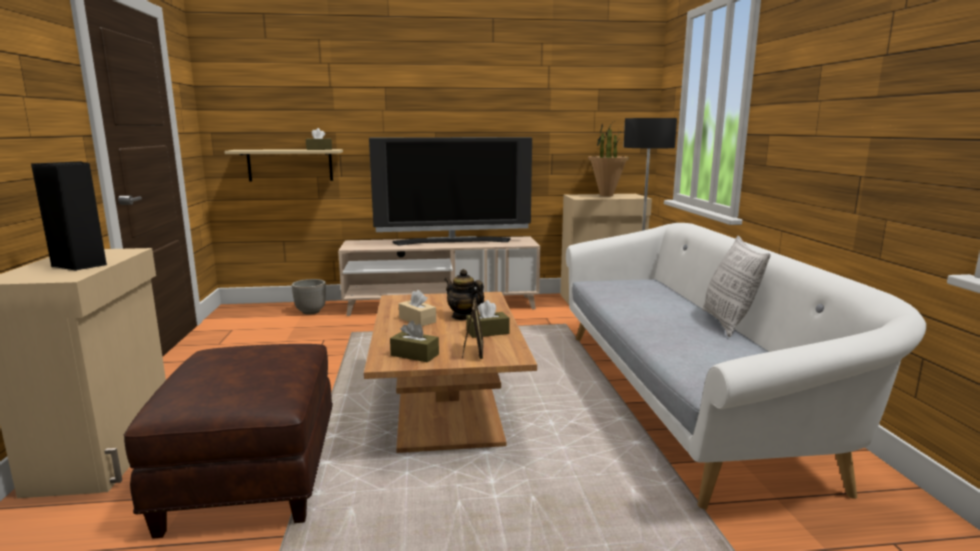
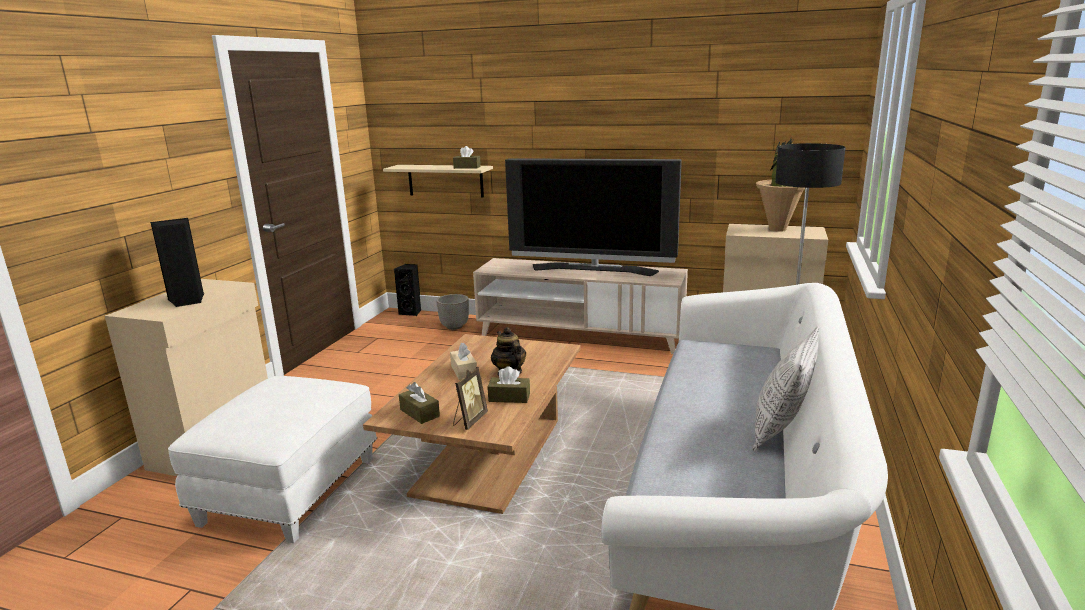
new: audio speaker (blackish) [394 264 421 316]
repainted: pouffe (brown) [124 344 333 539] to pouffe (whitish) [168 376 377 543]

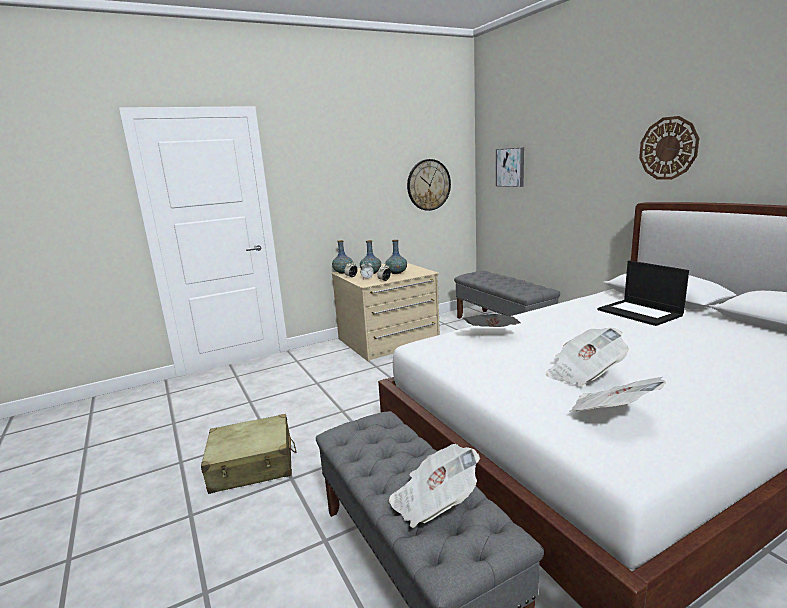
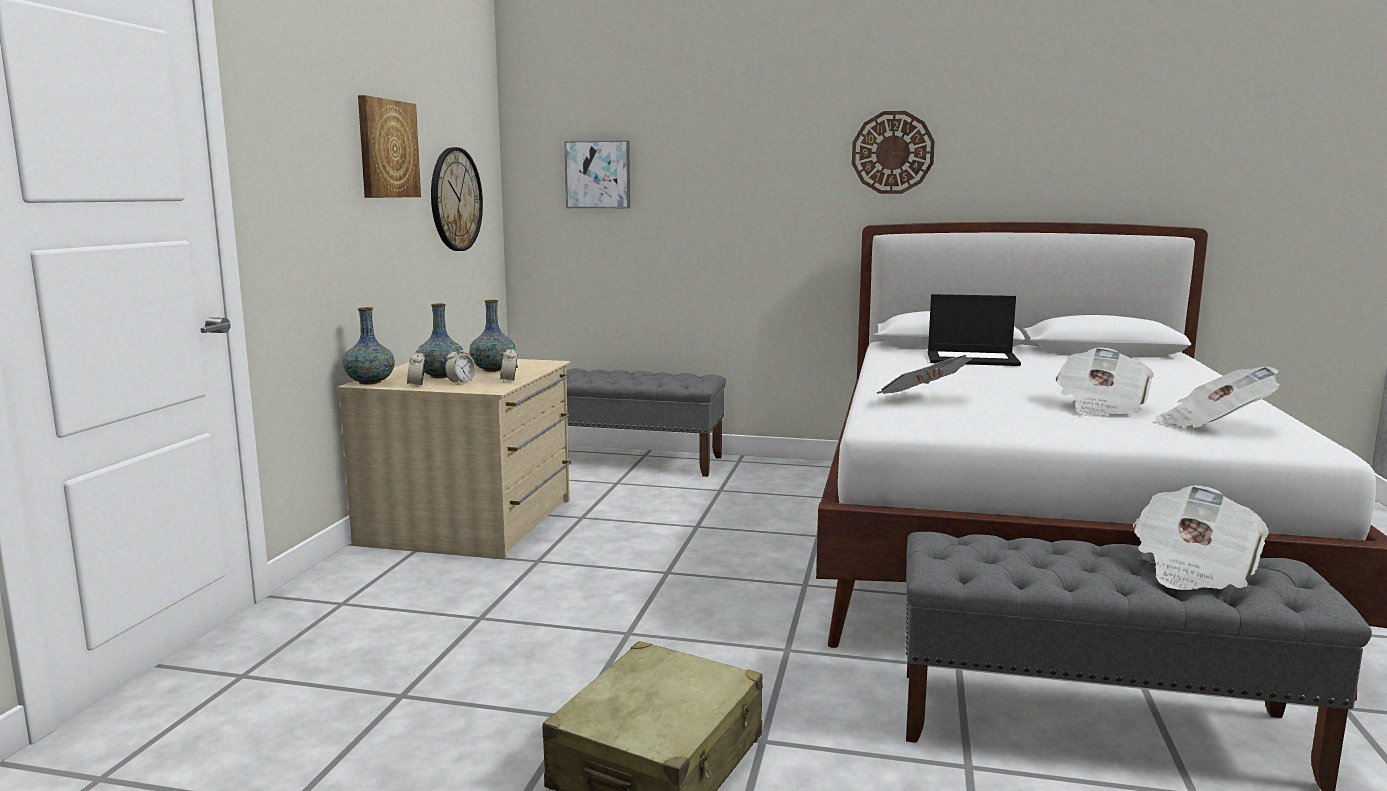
new: wall picture [358 95 421 198]

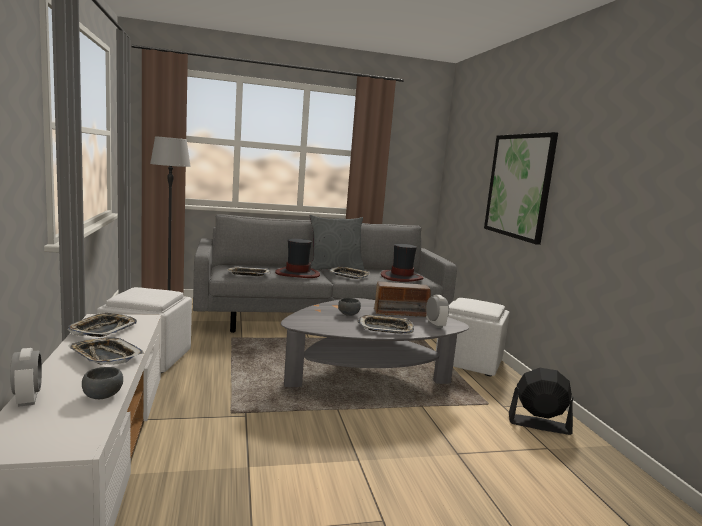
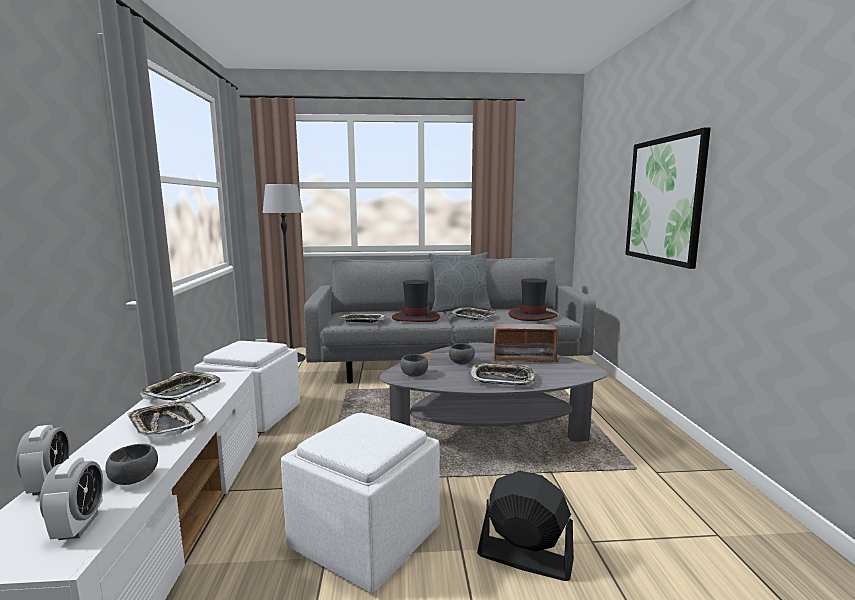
new: bowl (grey) [400 354 428 377]
shifted: alarm clock [426 295 449 328] to [40 457 103 540]; pouffe (whitish) [435 298 510 376] to [281 413 440 593]; electric fan (blackish) [509 368 573 435] to [477 471 574 581]

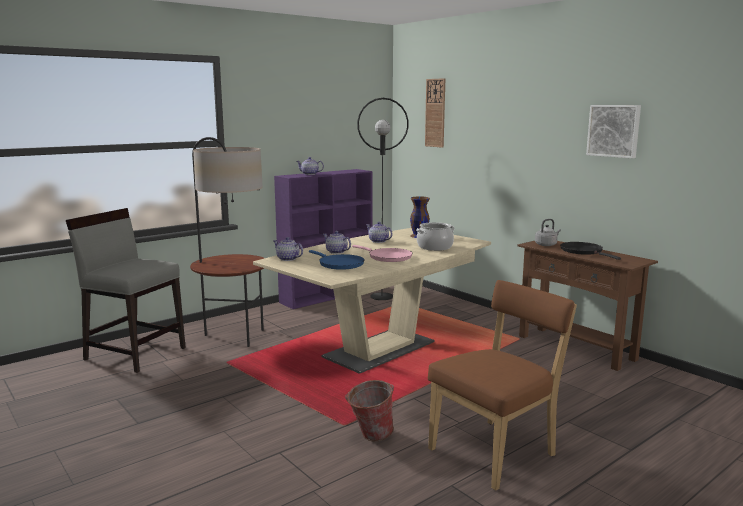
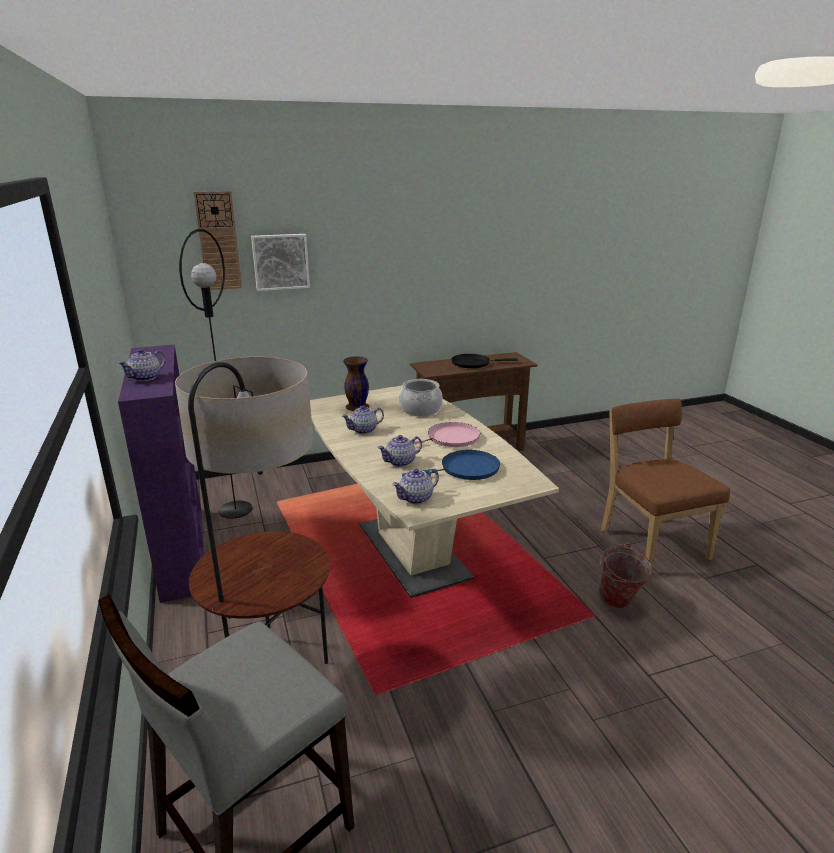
gone: kettle (grey) [535 219 561 246]
shifted: wall picture [586 105 641 158] to [251 234 310 291]

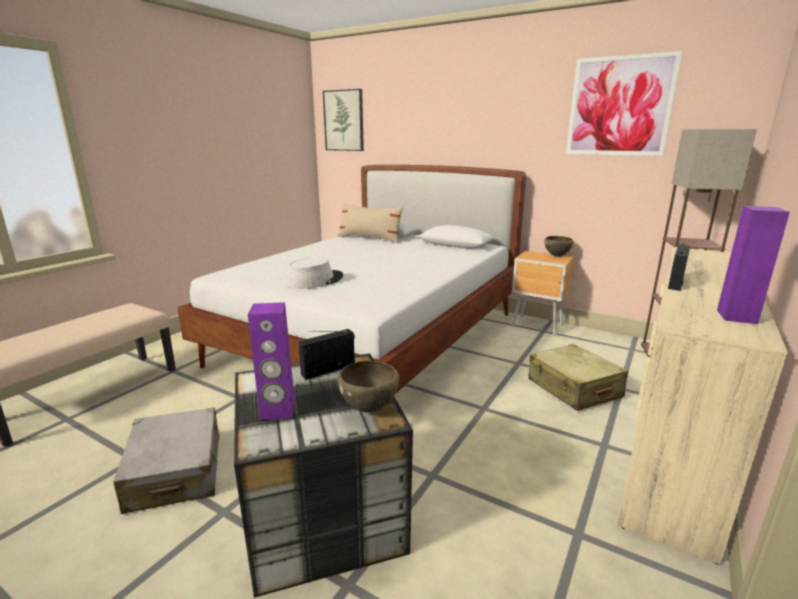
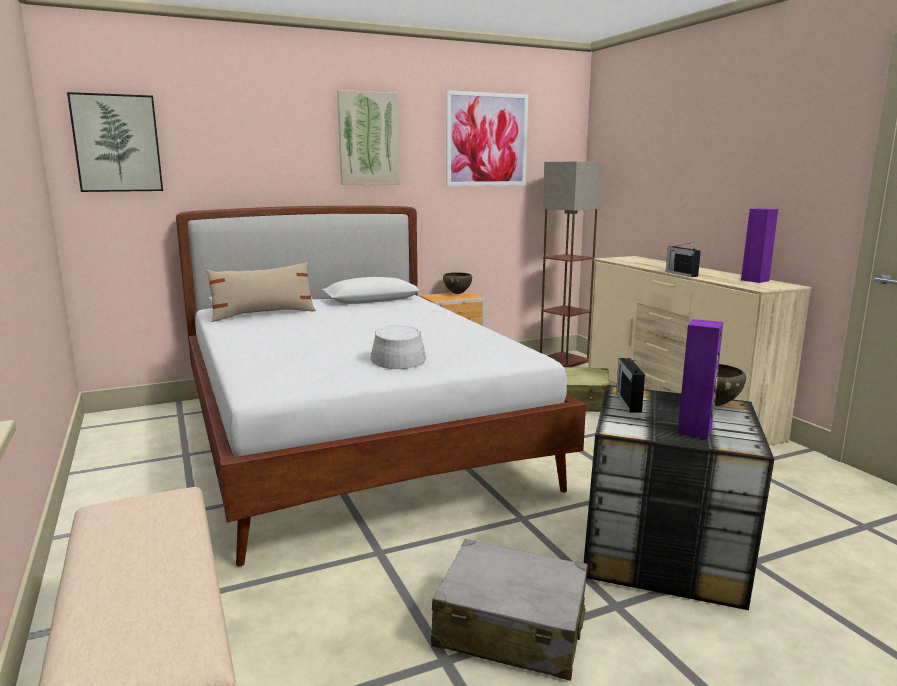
new: wall picture [337 90 400 185]

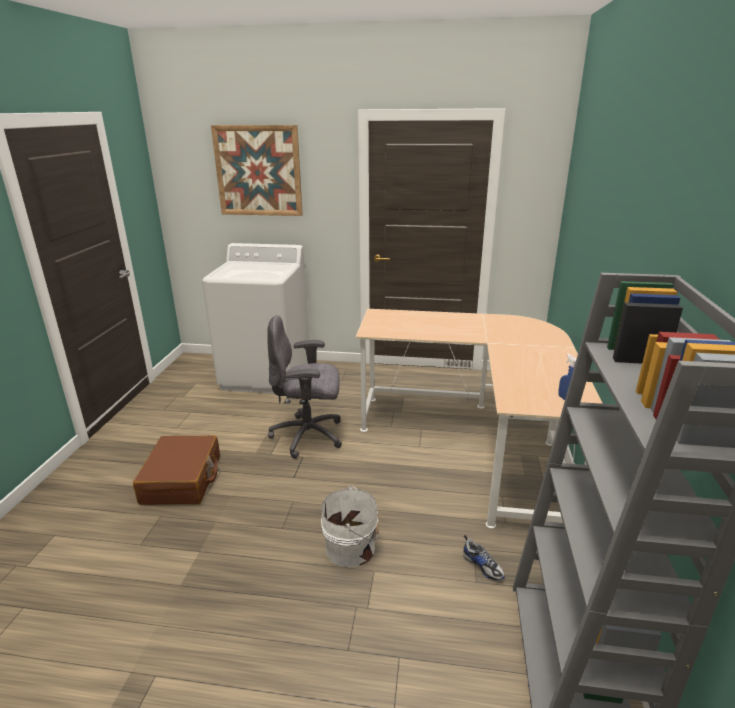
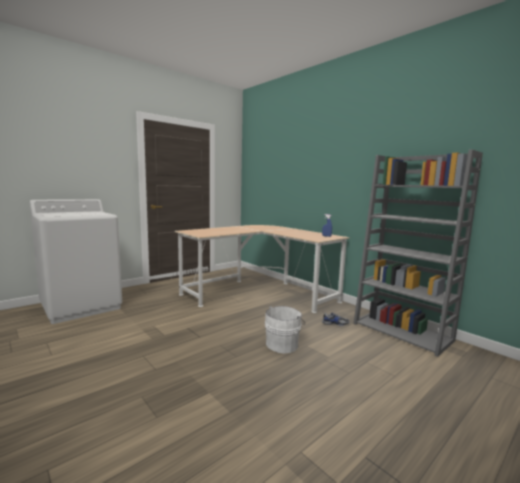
gone: suitcase (brown) [133 435 220 505]; wall picture [211 125 303 216]; desk chair (grey) [267 315 342 459]

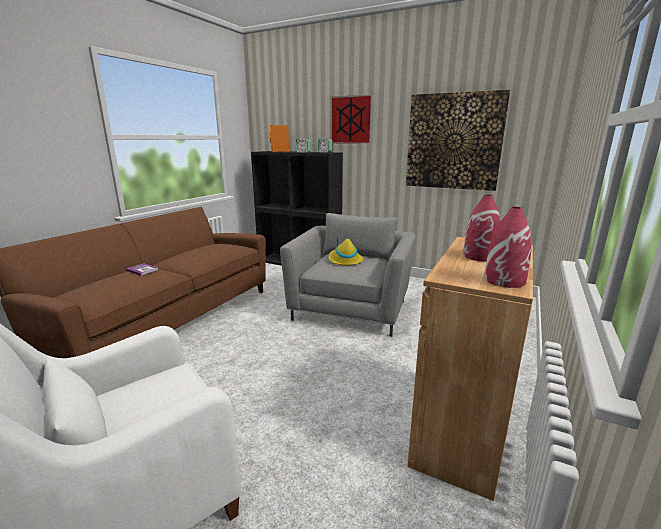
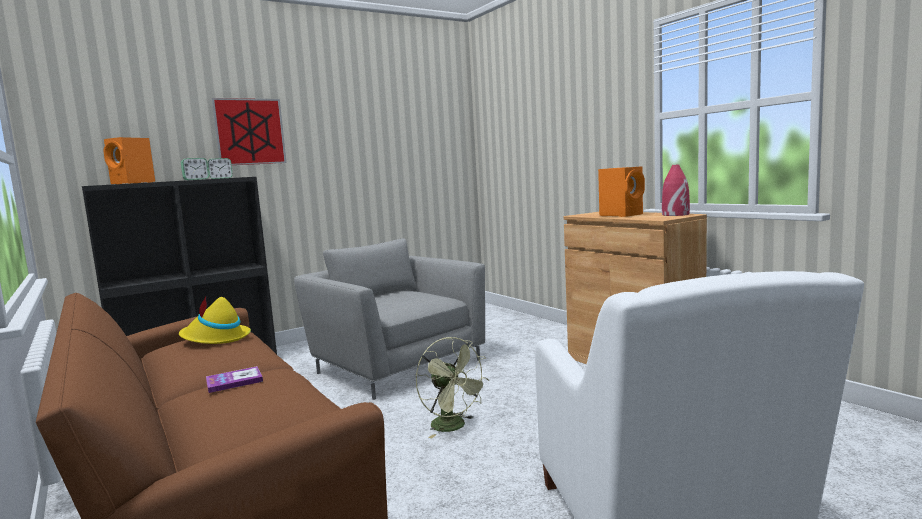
gone: wall picture [406 90 510 191]
new: electric fan (green-coloured) [416 337 489 438]
shifted: wearable hat (yellowish) [329 237 363 266] to [179 297 251 344]
swapped: vase (reddish) [463 195 501 262] to audio speaker (orangey) [598 166 645 217]

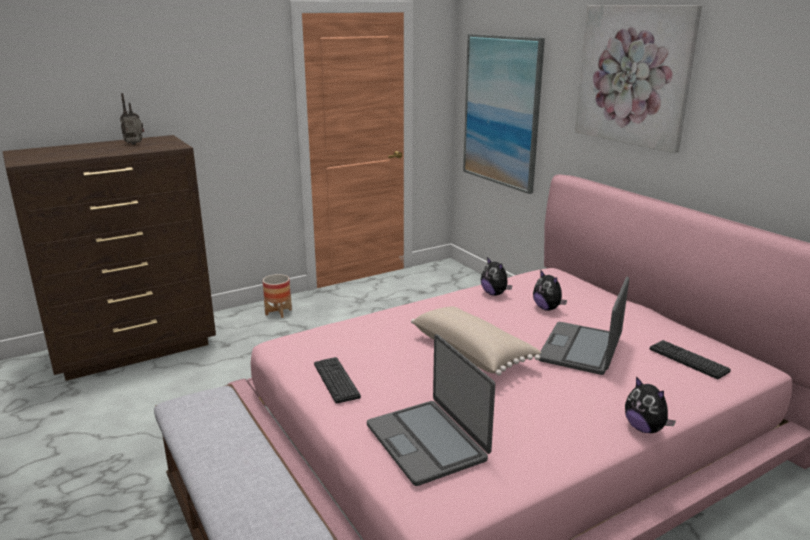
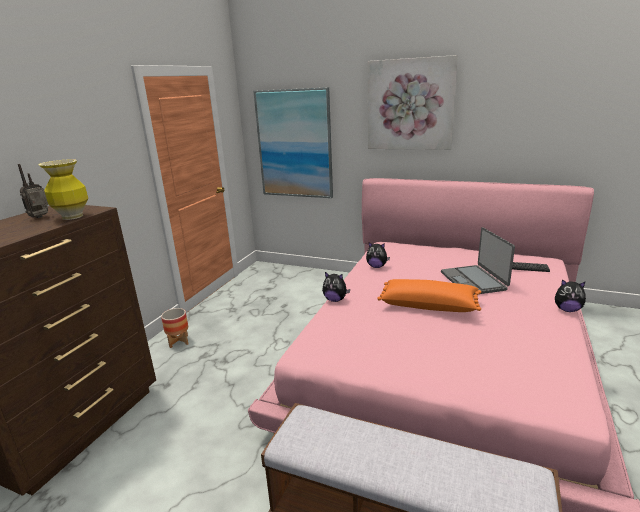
gone: PC keyboard [314 357 361 404]; portable computer [367 334 495 486]
new: vase [38 159 88 220]
shifted: plush toy [533 270 567 311] to [322 272 350 302]
repainted: throw pillow (beige-coloured) [411 306 541 376] to throw pillow (orangey) [377 279 481 312]

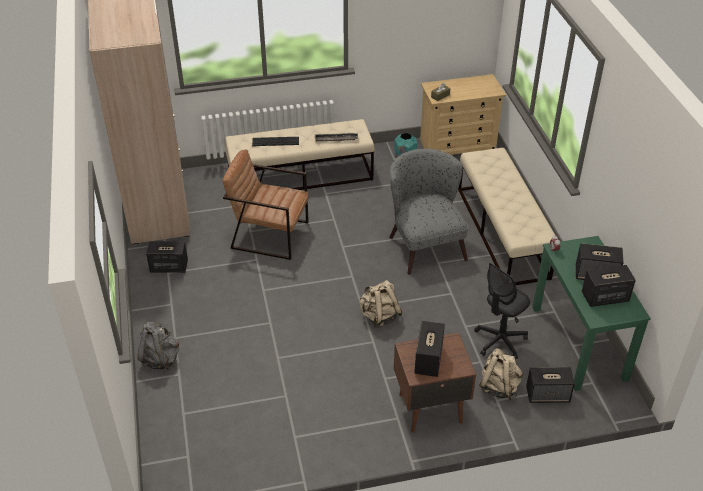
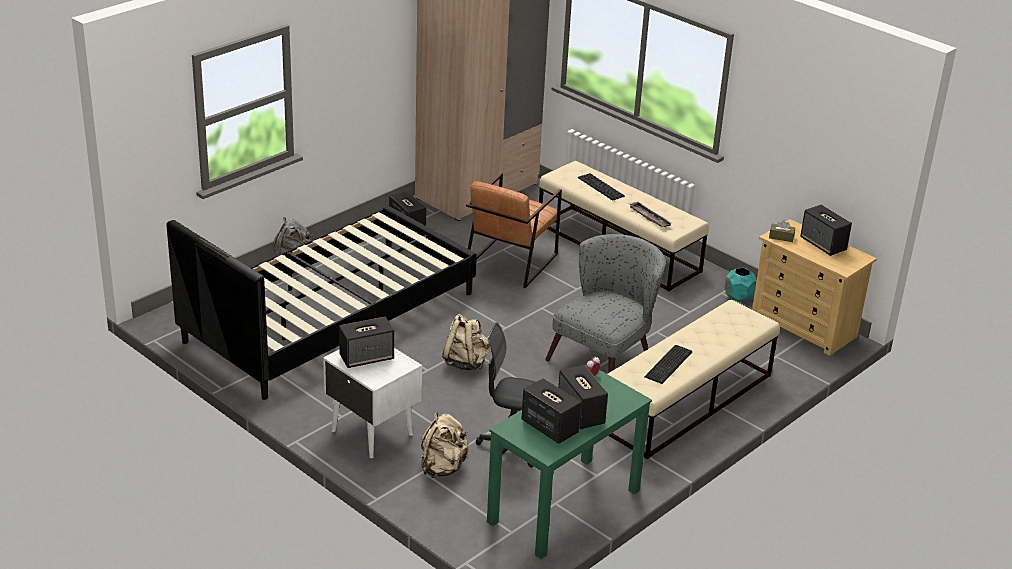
new: bed (blackish) [166 206 477 400]; PC keyboard [644 345 692 384]
shifted: audio speaker [526 367 575 403] to [800 205 852 256]
repainted: night table (brown) [394 333 476 433] to night table (whitish) [323 348 422 458]
rotated: lounge chair (brown) [223 149 309 260] = [466 173 562 288] 135 degrees counterclockwise

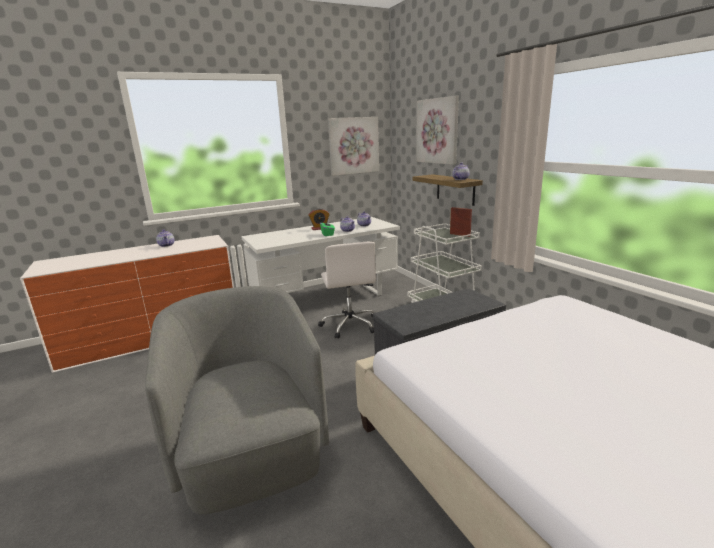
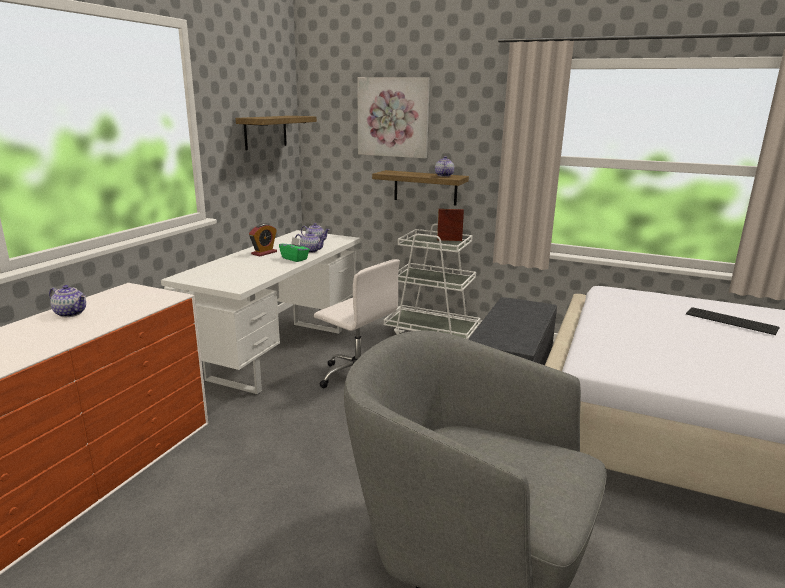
new: PC keyboard [686 307 780 335]
swapped: wall picture [328 117 379 176] to shelf [236 116 317 150]

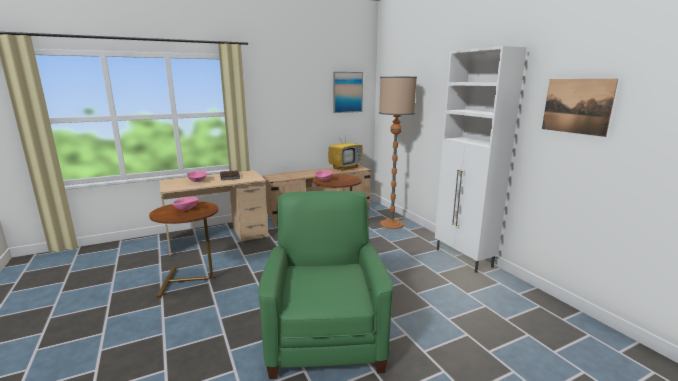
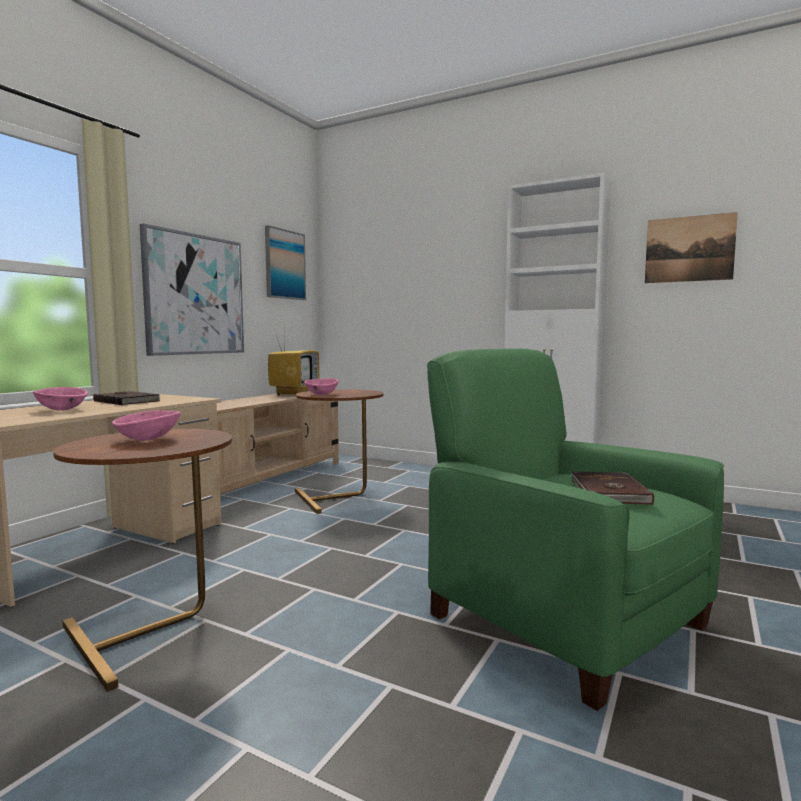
gone: standing lamp [379 77 417 229]
new: wall picture [140 223 244 356]; book (brown) [571 471 654 505]

